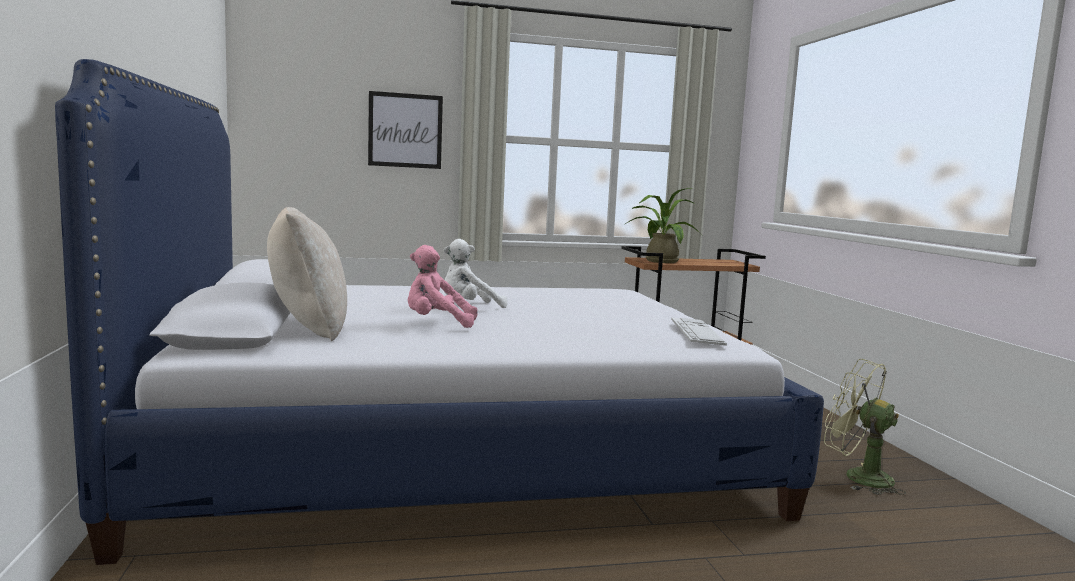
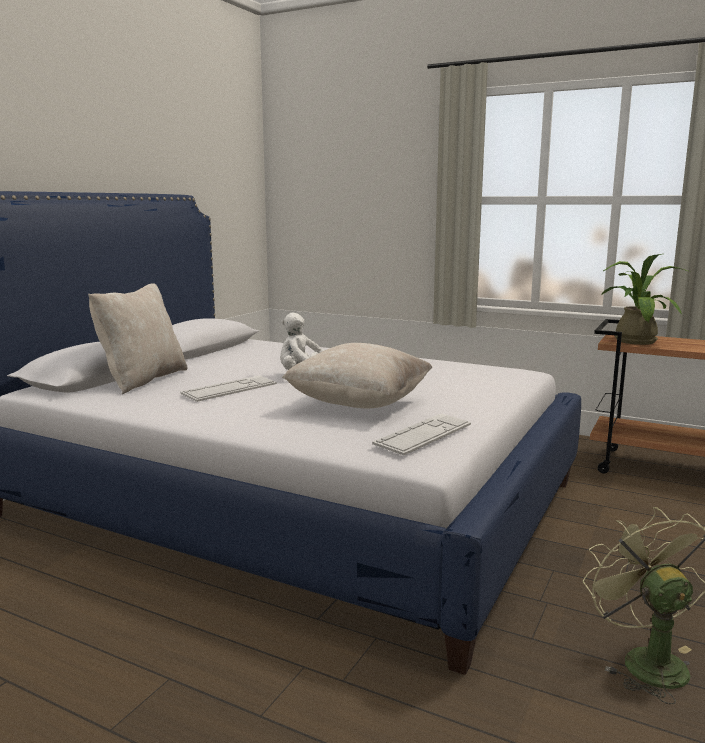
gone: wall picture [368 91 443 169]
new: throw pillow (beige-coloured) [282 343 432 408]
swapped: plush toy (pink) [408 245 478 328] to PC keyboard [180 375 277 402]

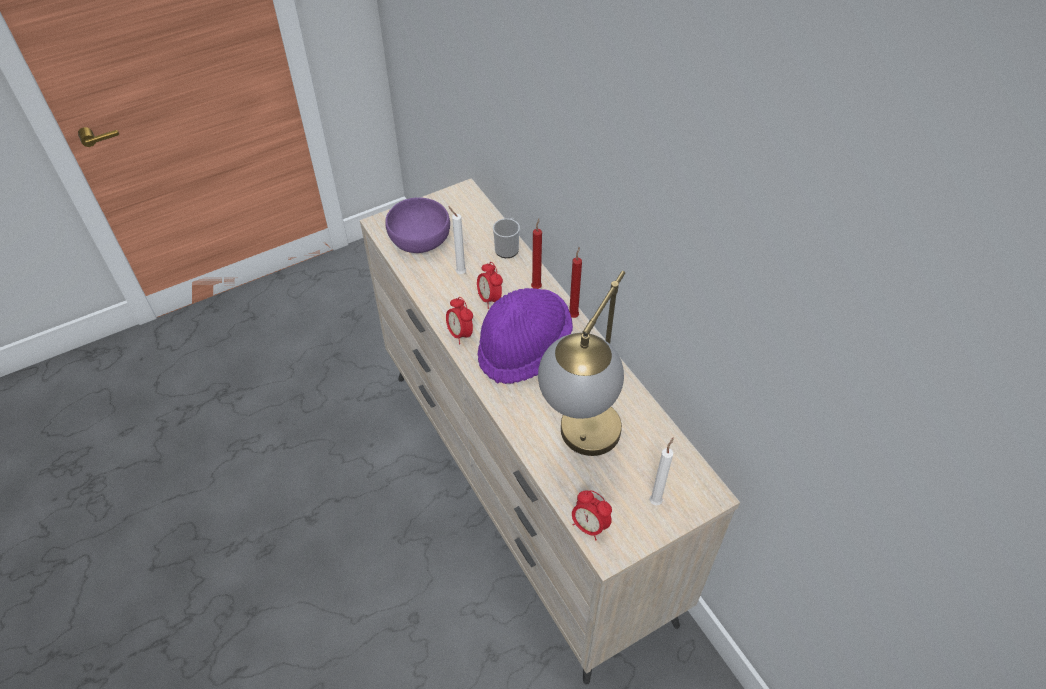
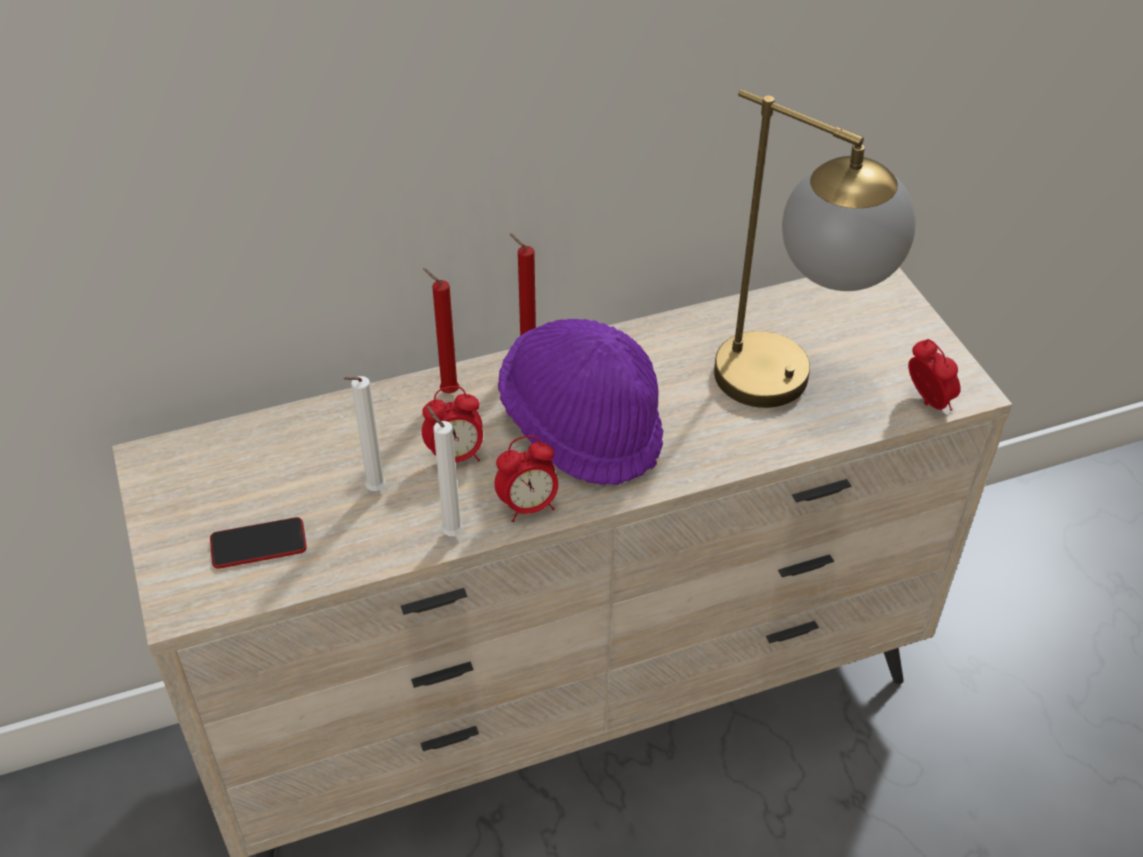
gone: tea mug [493 218 520 258]
shifted: candle (whitish) [649 437 674 506] to [426 406 463 536]
swapped: bowl (purplish) [385 197 450 253] to phone [210 517 307 569]
rotated: alarm clock [572 490 612 540] = [908 339 961 411] 75 degrees counterclockwise

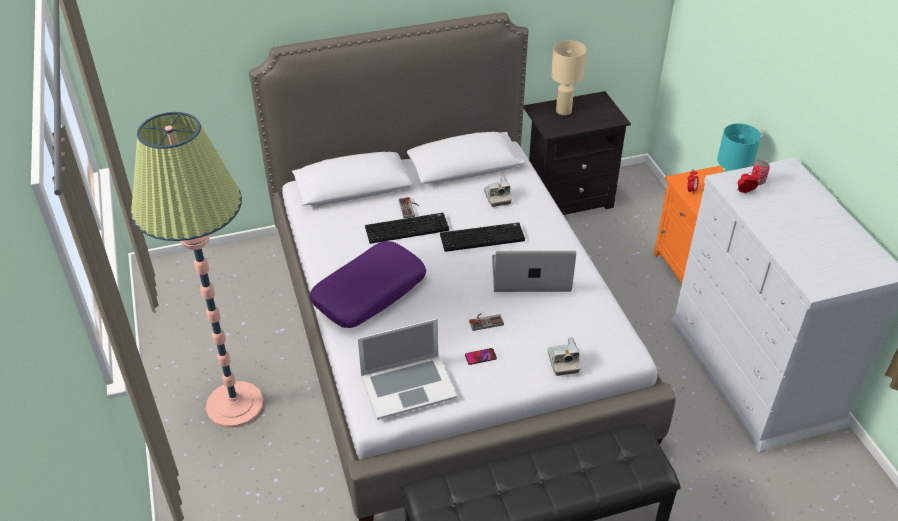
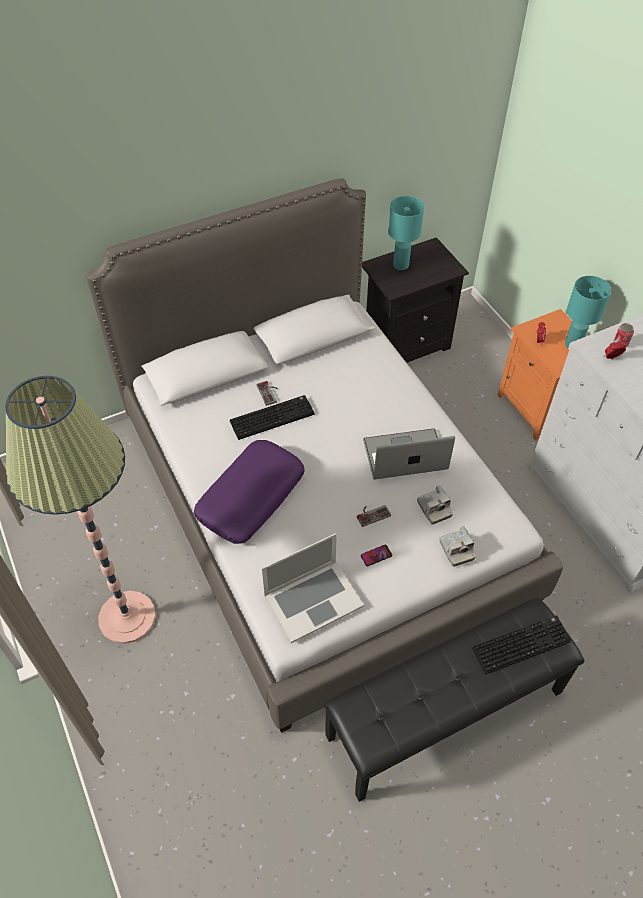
shifted: PC keyboard [440 222 525 252] to [472 615 571 674]; photo camera [484 176 512 207] to [417 485 453 525]
repainted: tabletop lamp (beige-coloured) [551 40 586 115] to tabletop lamp (turquoise-coloured) [388 196 424 270]

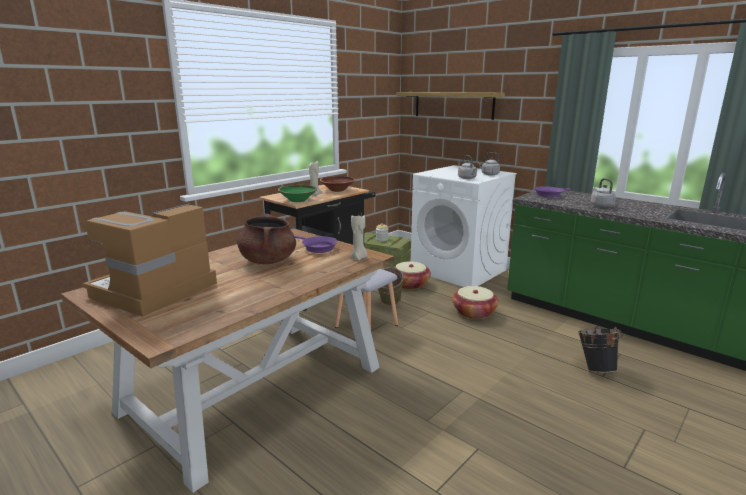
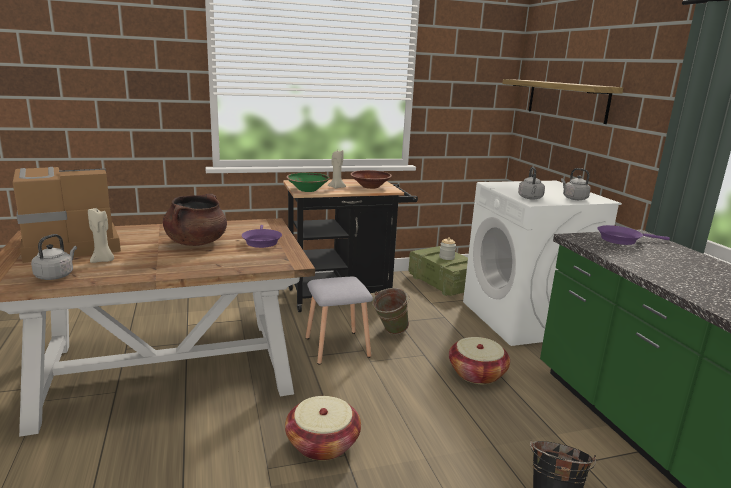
shifted: candle (beige-coloured) [350 215 368 261] to [88 208 114 263]; storage basket [394 261 431 289] to [285 396 361 461]; kettle (grey) [590 178 616 207] to [31 234 77 280]

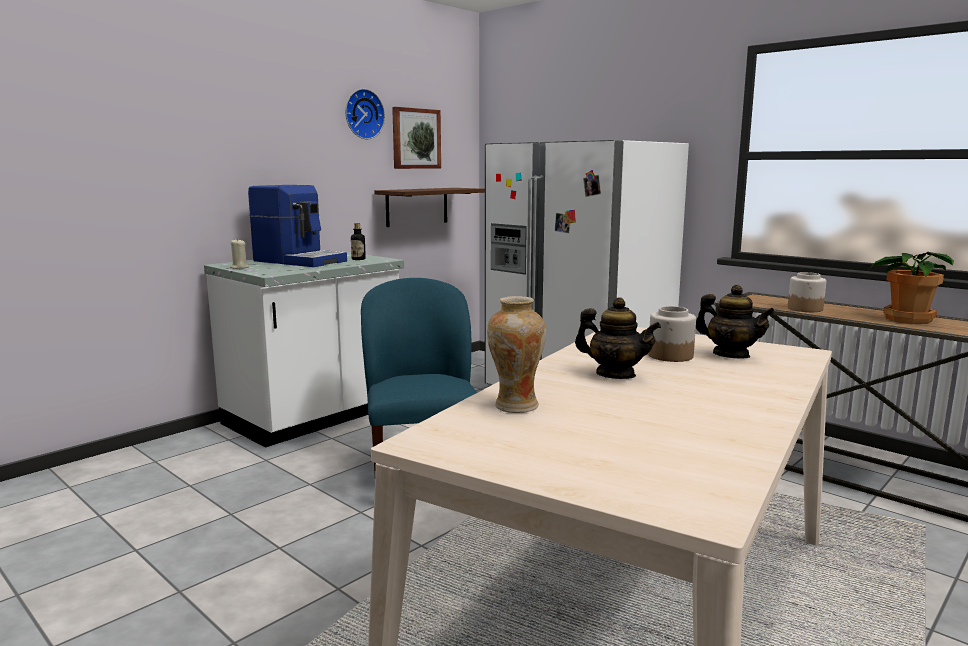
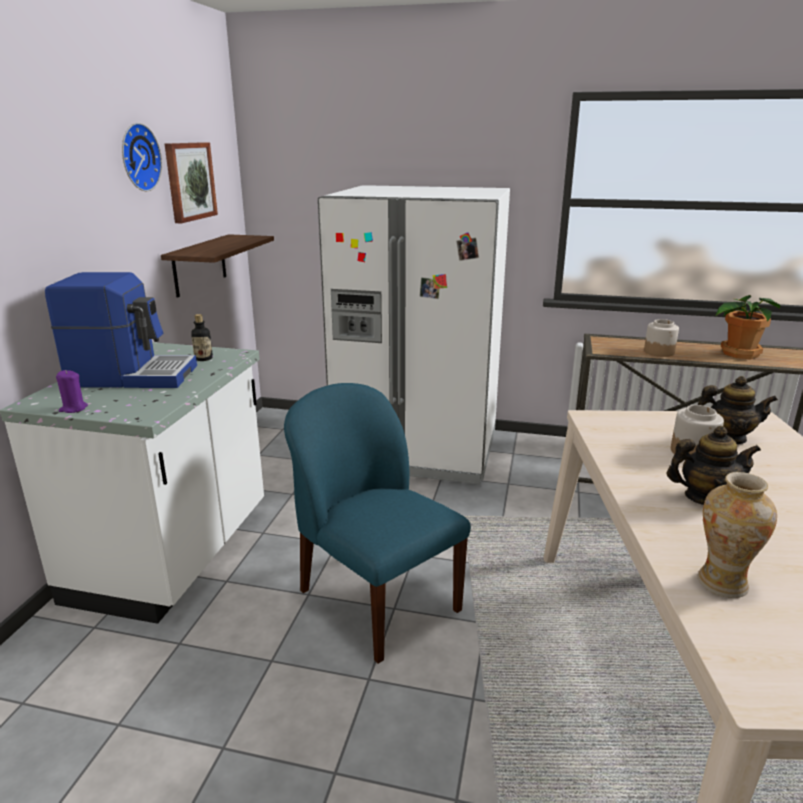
repainted: candle (beige-coloured) [230 239 249 269] to candle (purplish) [56 370 88 413]

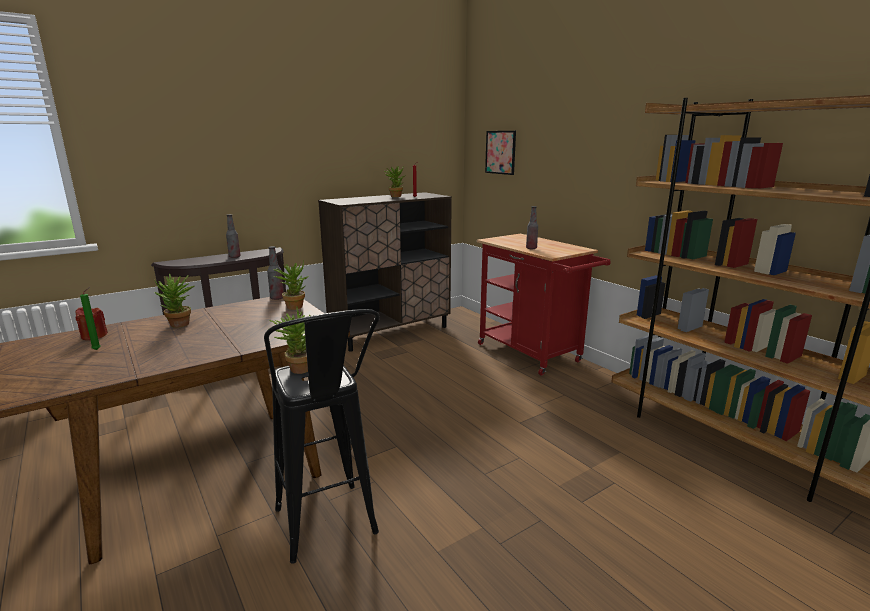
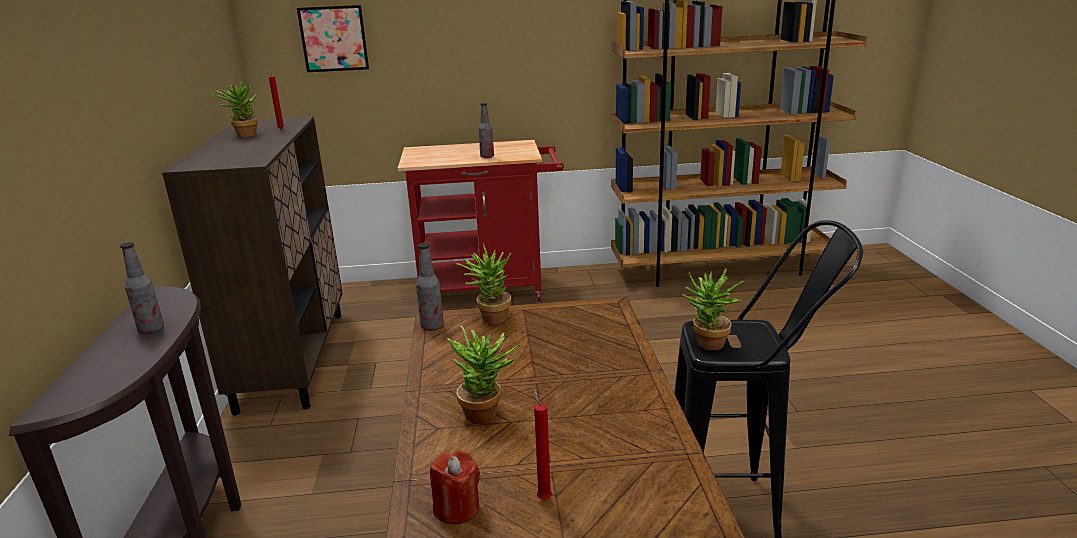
repainted: candle (green-coloured) [80 287 101 350] to candle (reddish) [534 389 552 500]

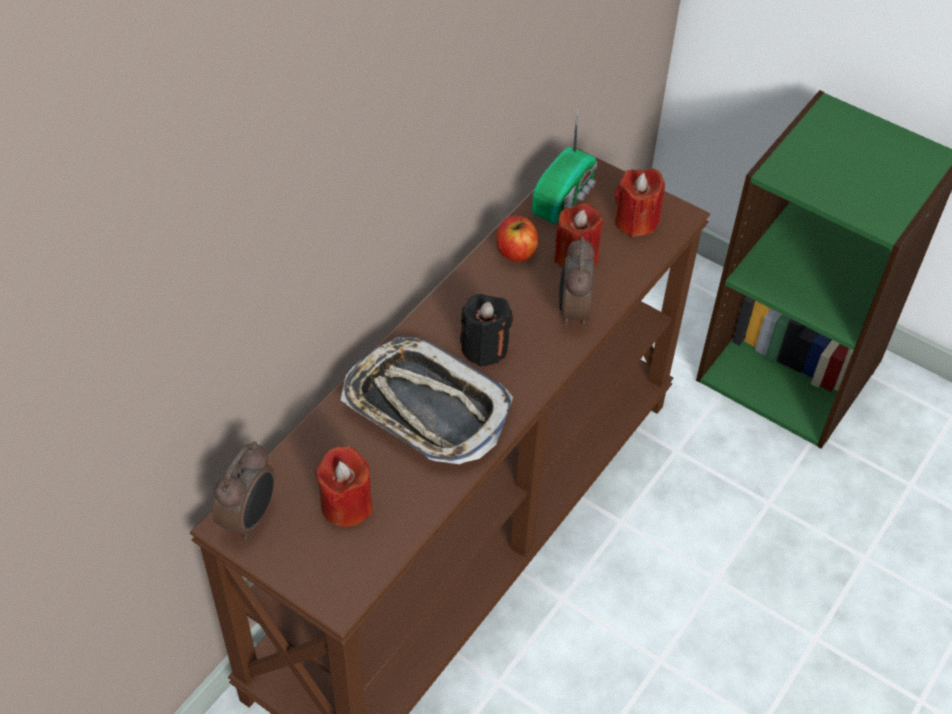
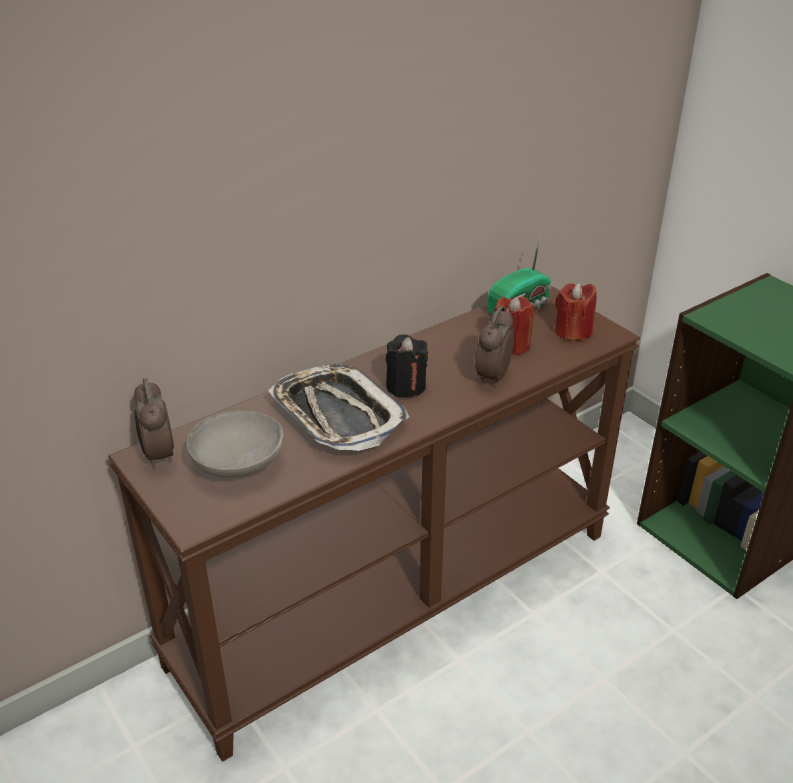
gone: apple [496 215 539 262]
swapped: candle (reddish) [315 446 373 527] to bowl (grey) [186 411 284 477]
rotated: alarm clock [212 441 274 540] = [134 378 174 469] 120 degrees clockwise

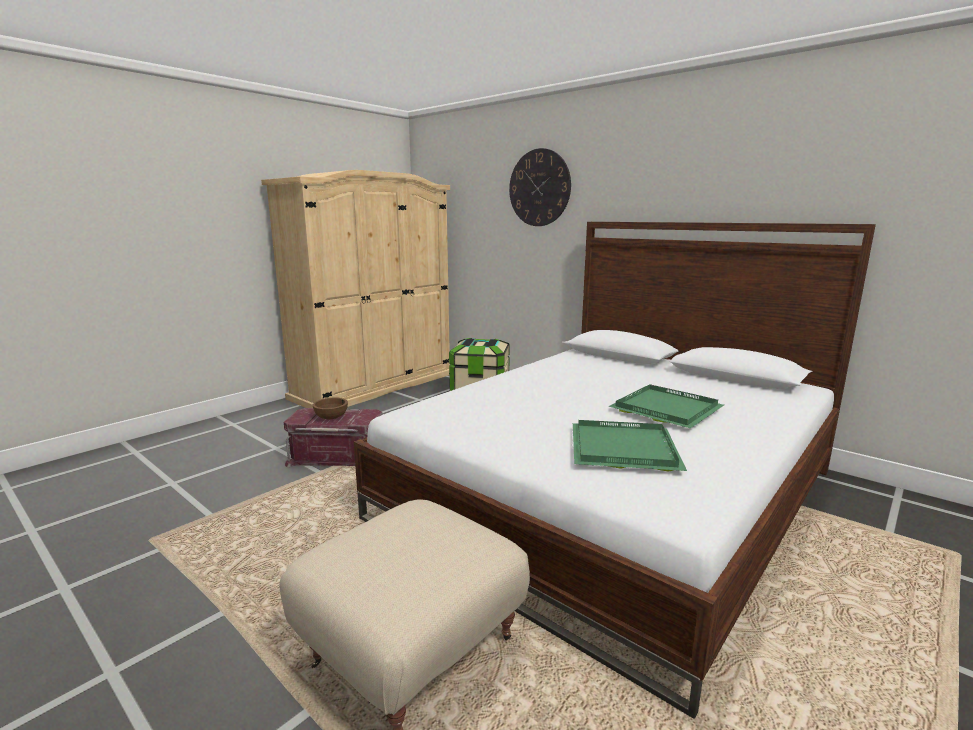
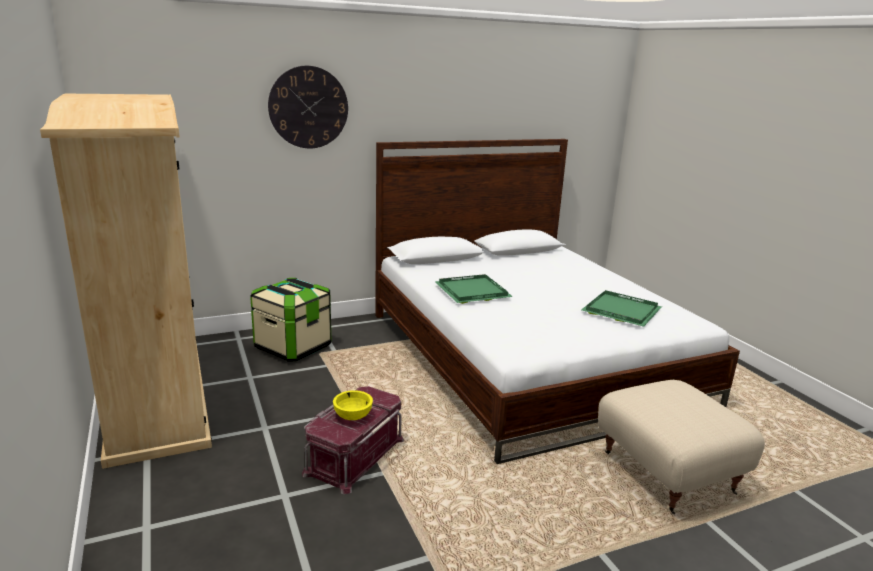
shifted: tray (green-coloured) [609 384 724 428] to [435 274 513 304]
repainted: bowl (brown) [313 398 348 419] to bowl (yellowish) [333 390 373 420]

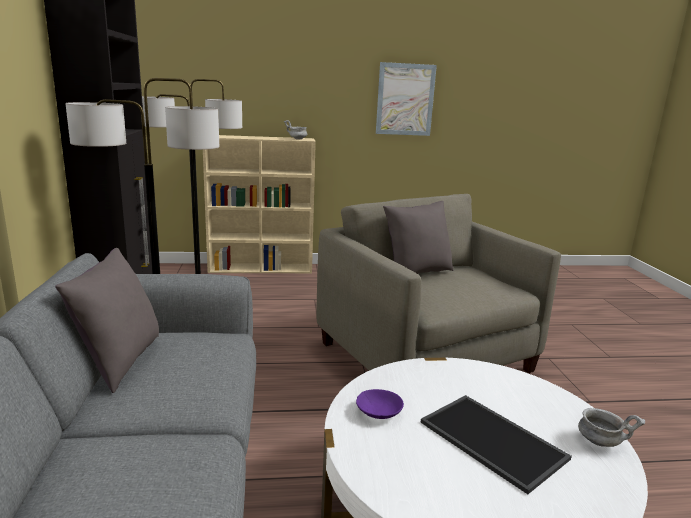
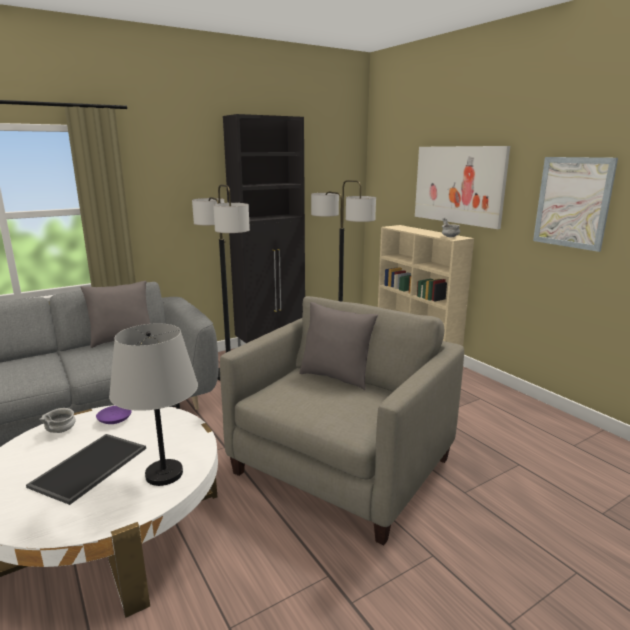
new: tabletop lamp (grey) [109 323 198 486]; wall picture [415 146 510 229]
shifted: bowl (grey) [578 408 645 447] to [39 408 76 433]

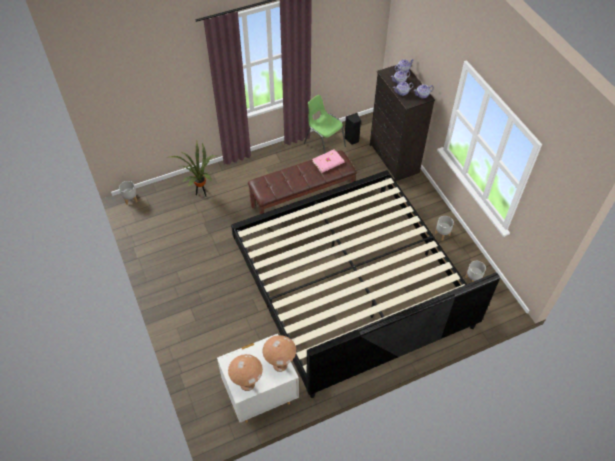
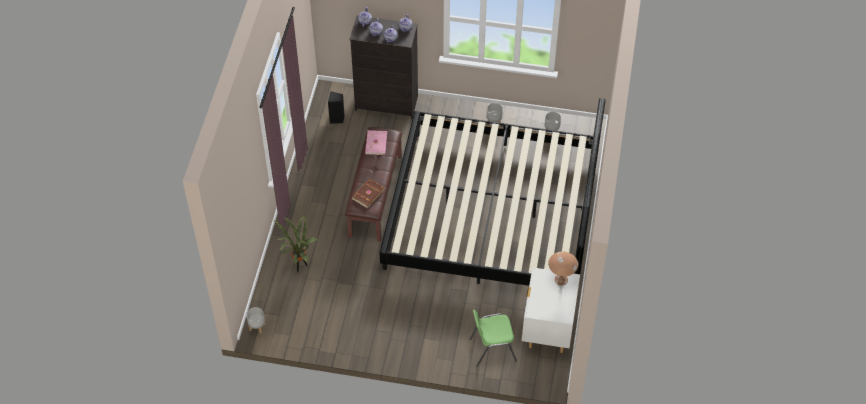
gone: tabletop lamp (brown) [228 354 263 391]
new: book (brown) [351 178 385 209]
shifted: chair (green-coloured) [304 95 346 154] to [470 310 517 367]

